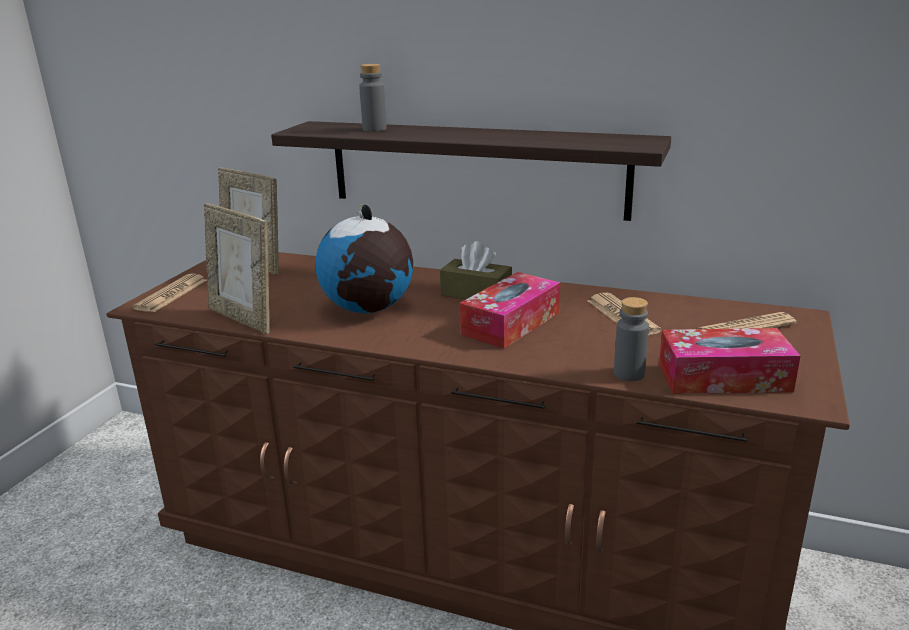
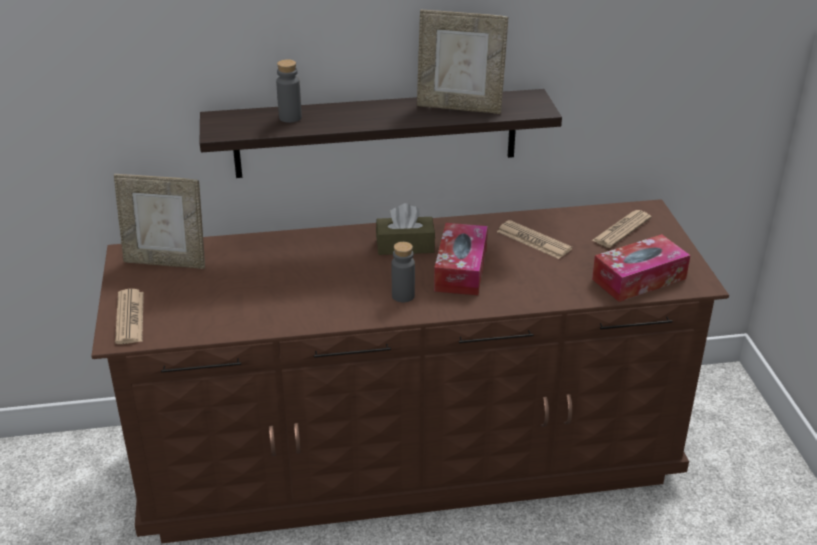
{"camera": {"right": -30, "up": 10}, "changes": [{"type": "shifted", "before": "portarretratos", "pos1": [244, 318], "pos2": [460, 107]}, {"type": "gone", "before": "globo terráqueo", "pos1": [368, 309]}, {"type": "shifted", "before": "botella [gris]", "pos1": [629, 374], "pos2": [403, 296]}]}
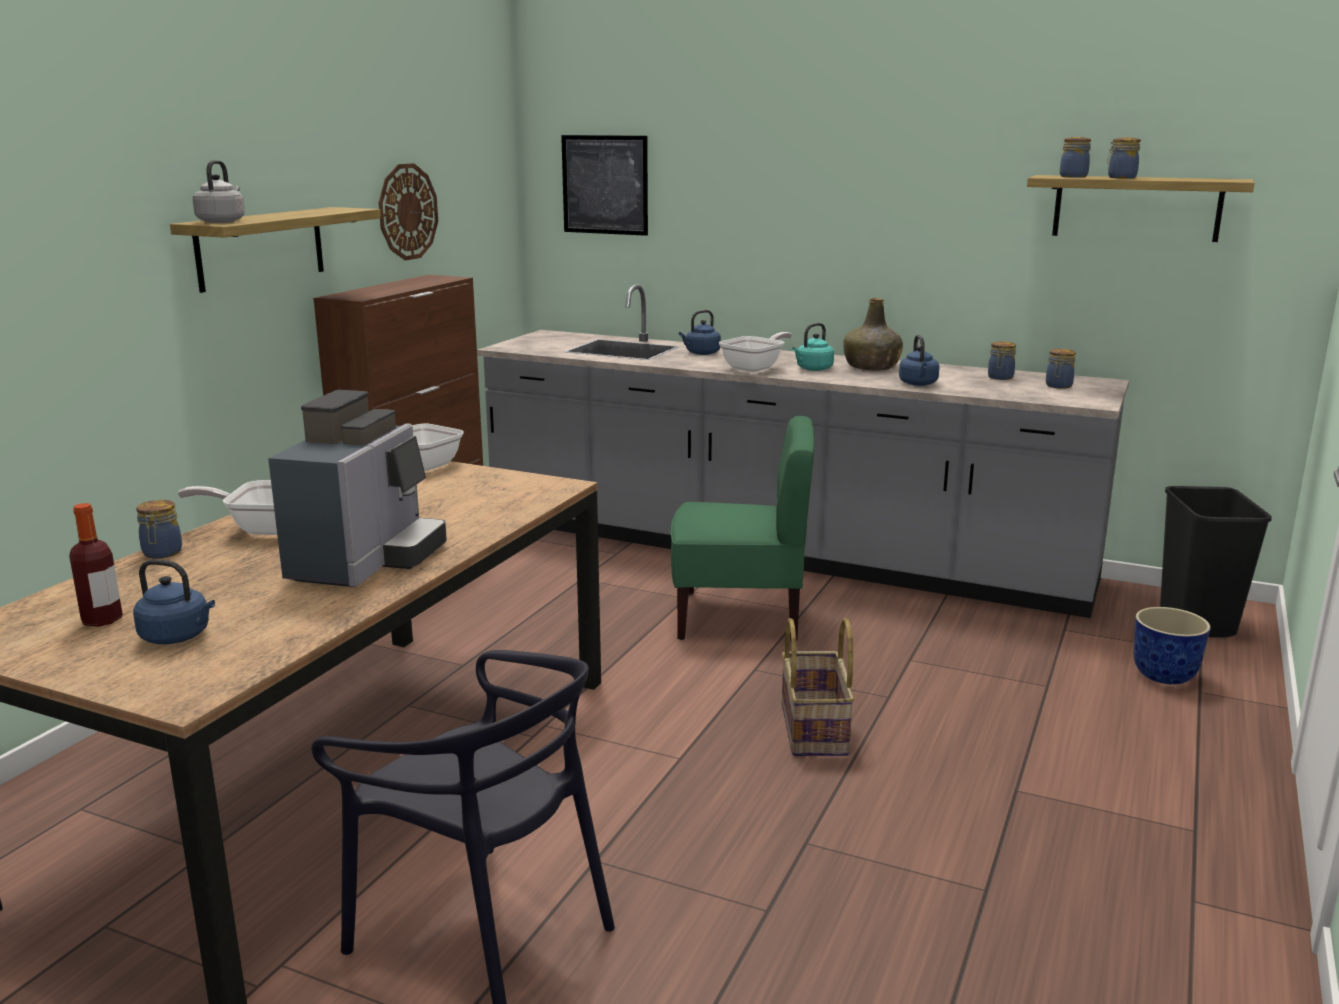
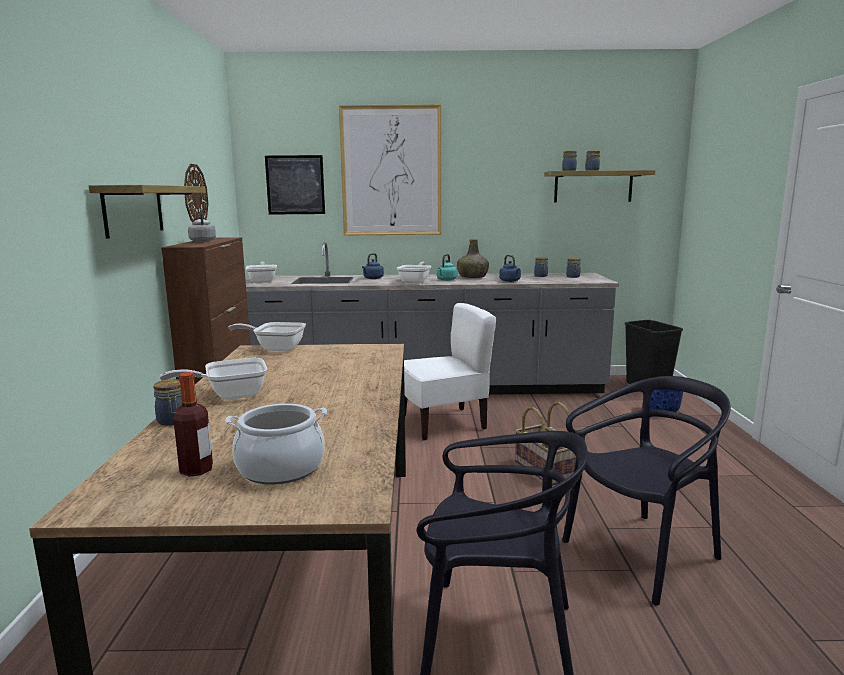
{"camera": {"right": -25, "up": -5}, "changes": [{"type": "shifted", "before": "hervidor [gris]", "pos1": [222, 221], "pos2": [202, 241]}, {"type": "gone", "before": "cafetera", "pos1": [367, 560]}, {"type": "repainted", "before": "silla [verde]", "after": "silla [blanco]", "pos1": [740, 618], "pos2": [443, 423]}, {"type": "swapped", "before": "hervidor [azul]", "after": "olla", "pos1": [178, 637], "pos2": [280, 468]}, {"type": "new", "after": "cuadro", "pos2": [391, 171]}, {"type": "new", "after": "sartén", "pos2": [263, 281]}, {"type": "new", "after": "silla [negro]", "pos2": [642, 554]}]}
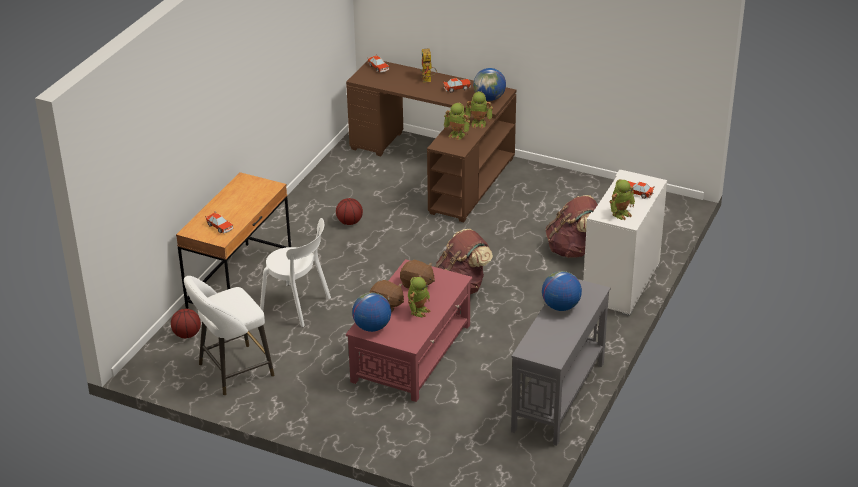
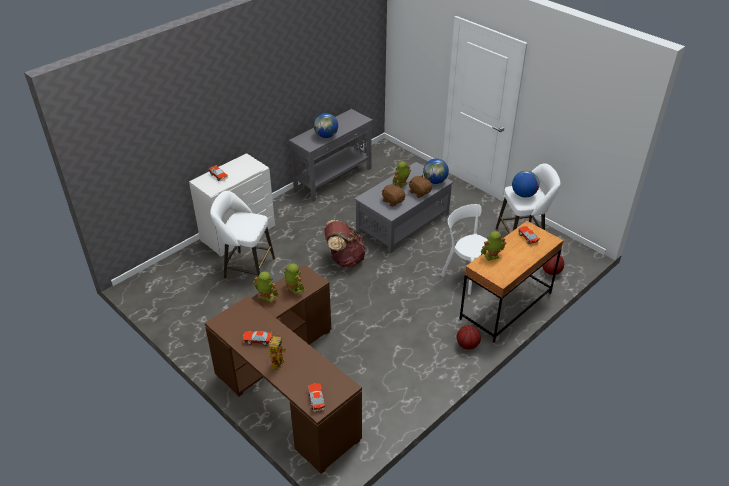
{"camera": {"right": -160, "up": 5}, "changes": [{"type": "shifted", "before": "globo terráqueo", "pos1": [489, 98], "pos2": [523, 194]}, {"type": "shifted", "before": "robot de juguete", "pos1": [621, 213], "pos2": [492, 257]}, {"type": "swapped", "before": "mochila [marrón]", "after": "taburete [blanco]", "pos1": [572, 249], "pos2": [246, 268]}, {"type": "shifted", "before": "balón de baloncesto", "pos1": [349, 222], "pos2": [467, 345]}, {"type": "repainted", "before": "mesa de centro [rojo]", "after": "mesa de centro [gris]", "pos1": [412, 352], "pos2": [402, 222]}]}
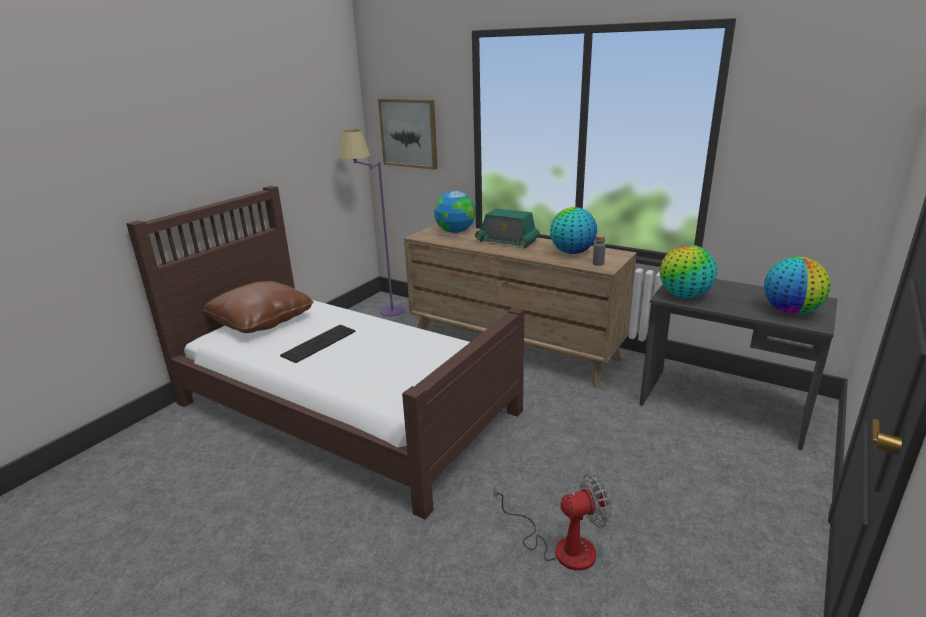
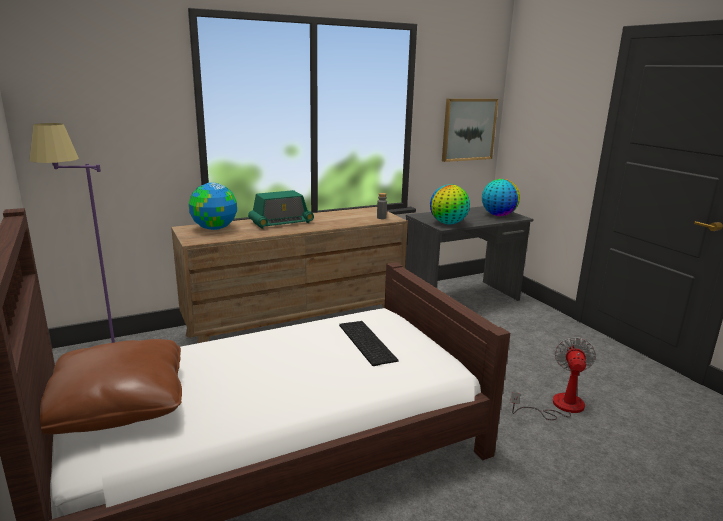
{"camera": {"right": -60, "up": -5}, "changes": [{"type": "shifted", "before": "cuadro", "pos1": [409, 133], "pos2": [468, 129]}, {"type": "gone", "before": "globo terráqueo", "pos1": [572, 252]}, {"type": "shifted", "before": "teclado", "pos1": [319, 342], "pos2": [365, 342]}]}
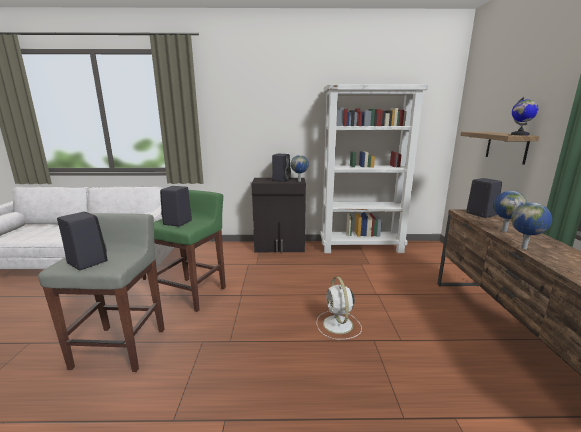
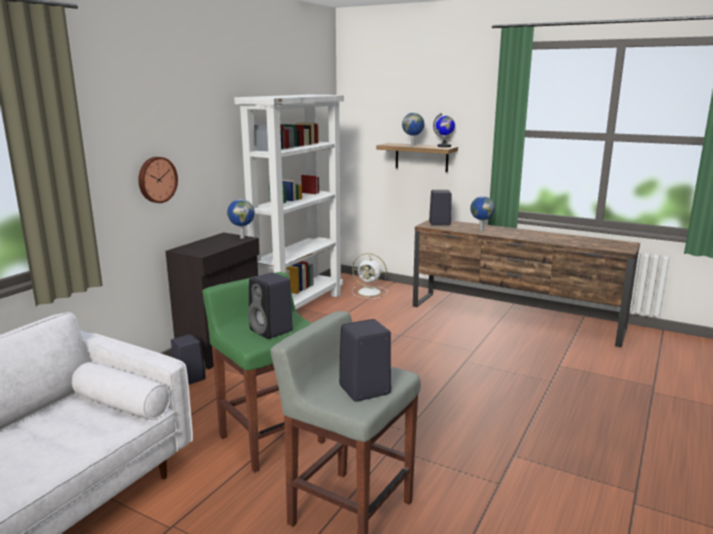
{"camera": {"right": -60, "up": 0}, "changes": [{"type": "shifted", "before": "altavoz [negro]", "pos1": [281, 180], "pos2": [189, 378]}, {"type": "shifted", "before": "globo terráqueo", "pos1": [524, 248], "pos2": [413, 146]}, {"type": "shifted", "before": "ventilador [blanco]", "pos1": [338, 325], "pos2": [370, 292]}, {"type": "new", "after": "reloj de pared", "pos2": [156, 179]}]}
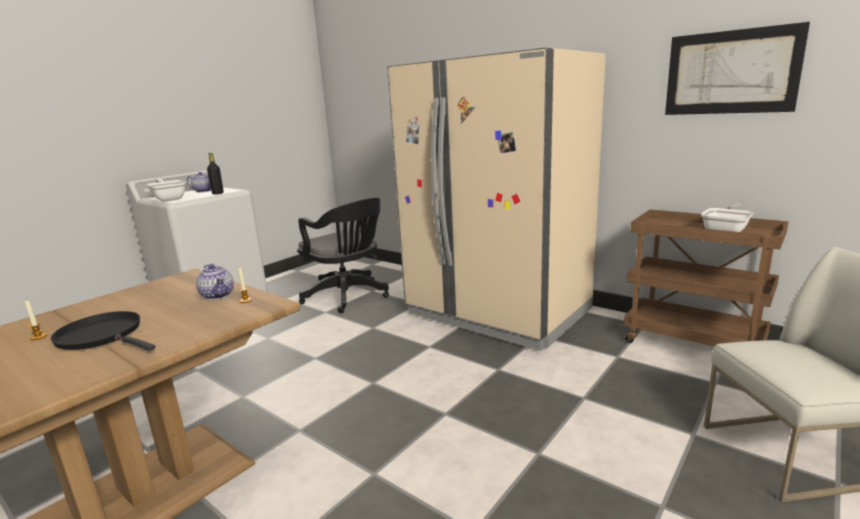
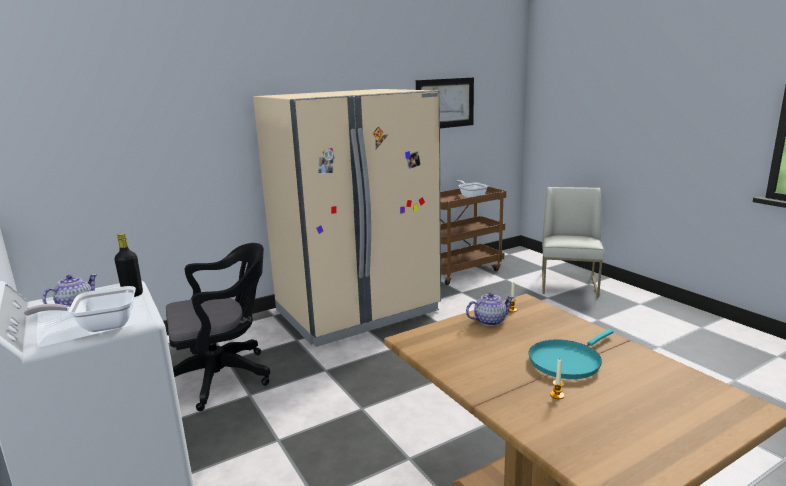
{"camera": {"right": -70, "up": 0}, "changes": [{"type": "repainted", "before": "sartén [negro]", "after": "sartén [turquesa]", "pos1": [103, 336], "pos2": [567, 361]}]}
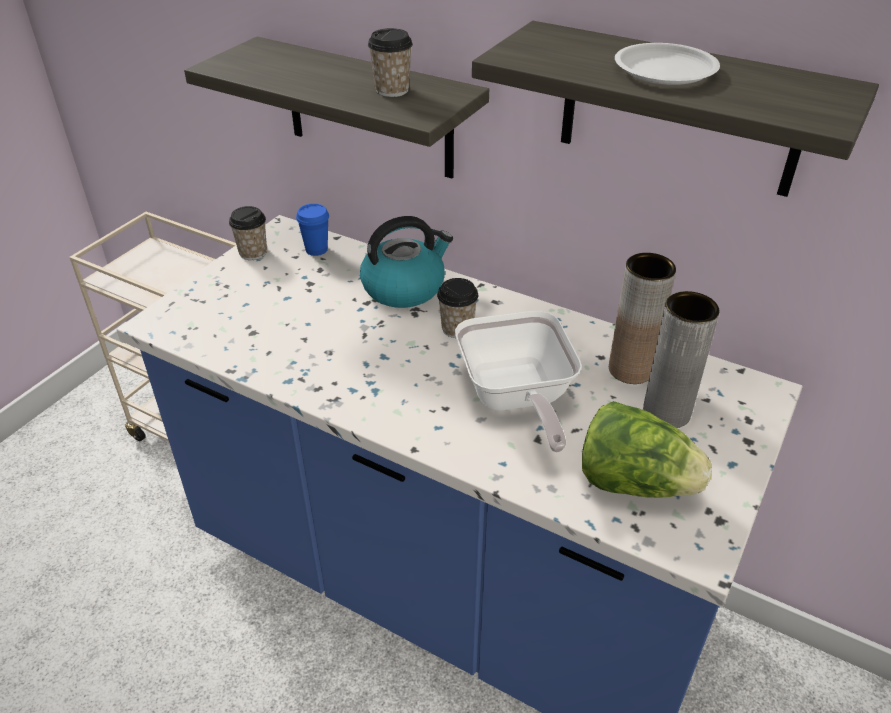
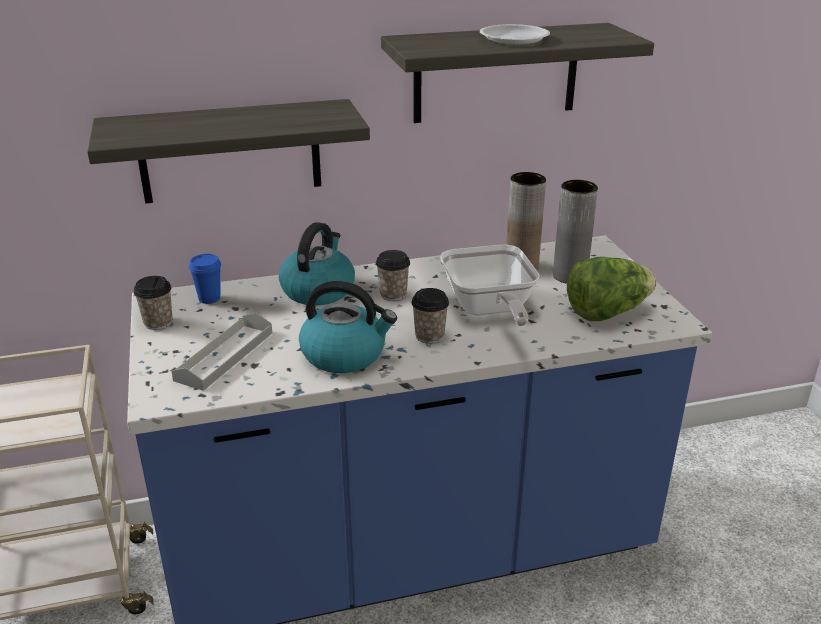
{"camera": {"right": -45, "up": -10}, "changes": [{"type": "shifted", "before": "taza", "pos1": [392, 90], "pos2": [429, 336]}, {"type": "rotated", "before": "sartén", "pos1": [516, 399], "pos2": [489, 310], "turn": 45}, {"type": "new", "after": "hervidor", "pos2": [345, 354]}, {"type": "new", "after": "bandeja [gris]", "pos2": [225, 356]}]}
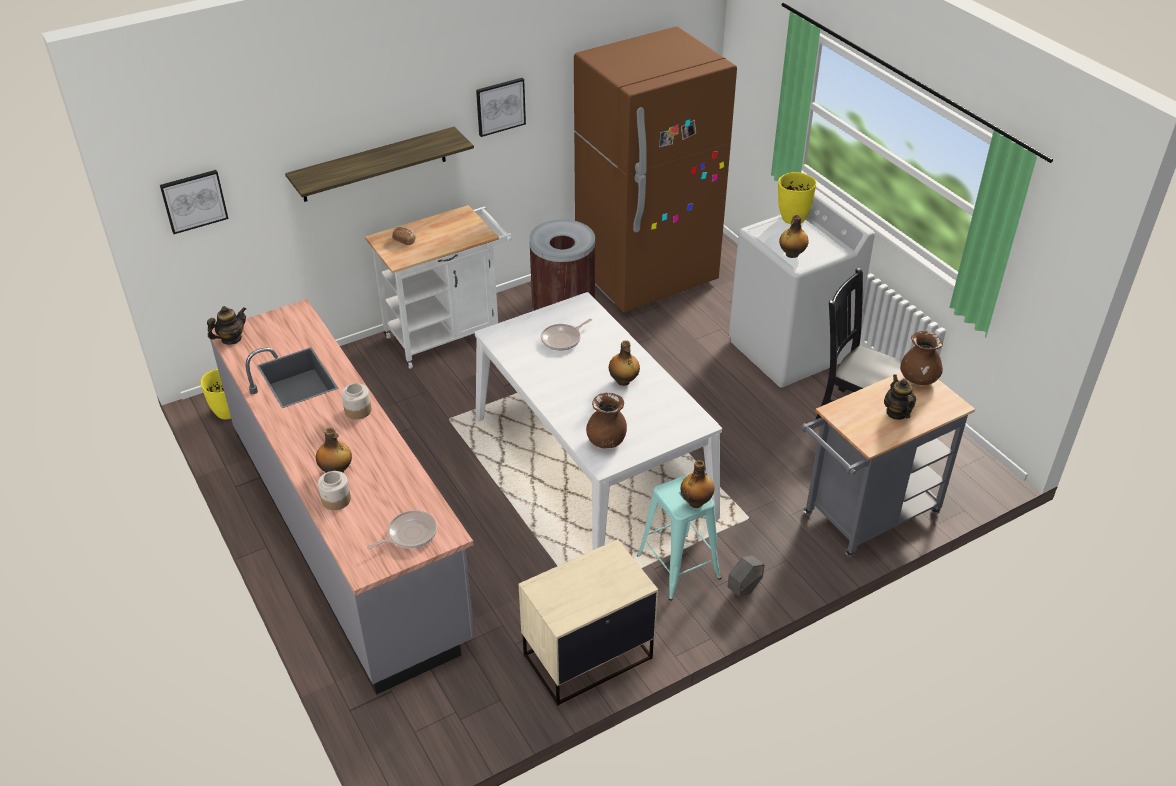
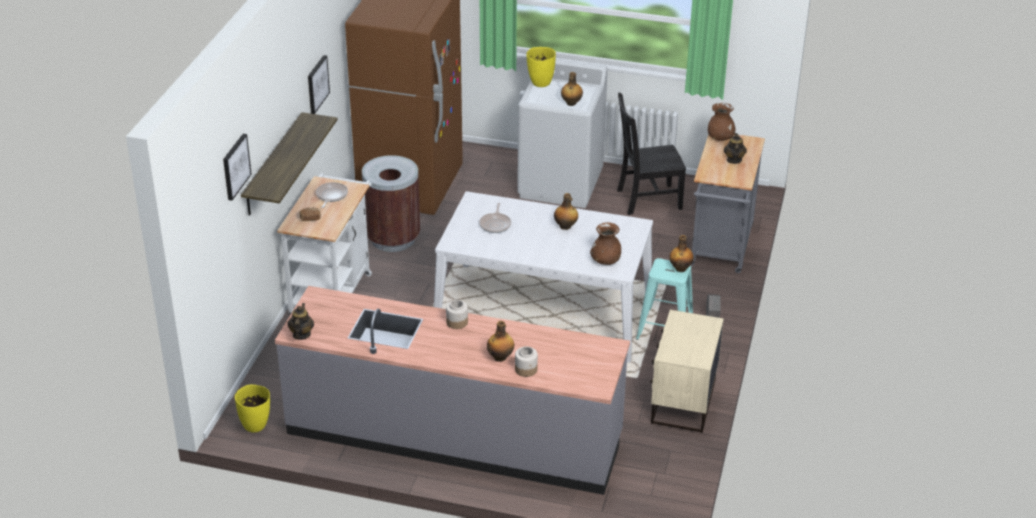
{"camera": {"right": -45, "up": -5}, "changes": [{"type": "shifted", "before": "cuadro", "pos1": [194, 201], "pos2": [235, 166]}, {"type": "rotated", "before": "tetera", "pos1": [897, 413], "pos2": [734, 160], "turn": 60}, {"type": "shifted", "before": "sartén", "pos1": [409, 534], "pos2": [331, 196]}]}
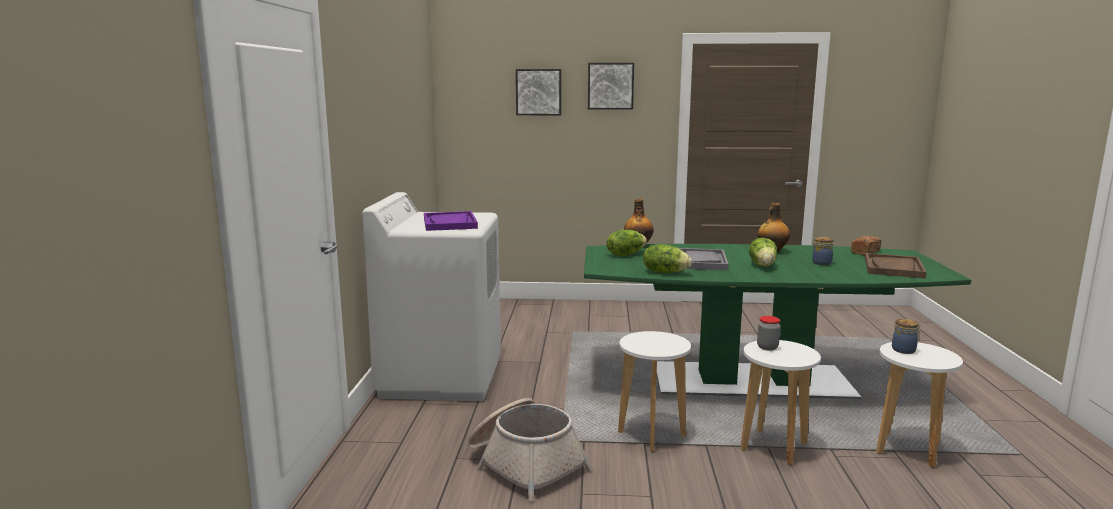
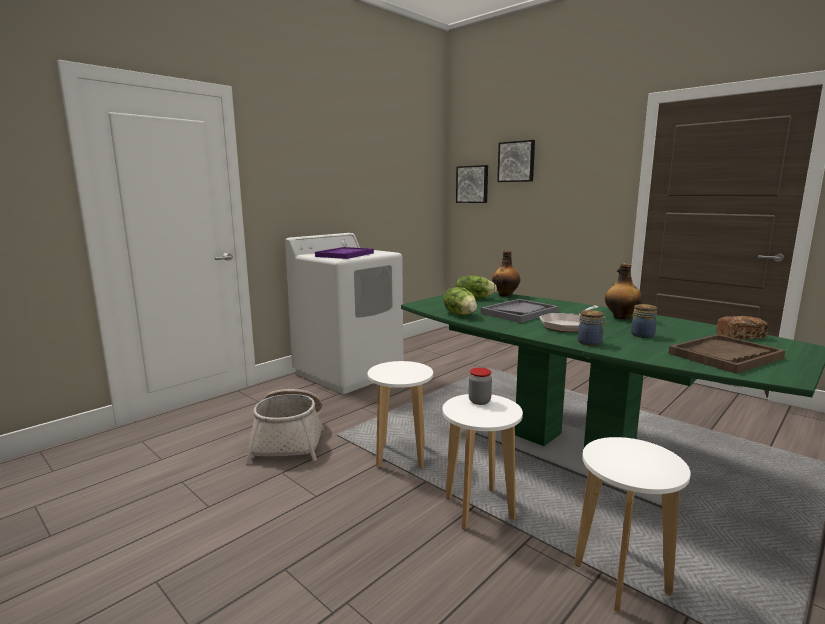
{"camera": {"right": 40, "up": 0}, "changes": [{"type": "shifted", "before": "cuadro", "pos1": [610, 86], "pos2": [472, 184]}, {"type": "swapped", "before": "lechuga", "after": "sartén", "pos1": [763, 265], "pos2": [568, 325]}, {"type": "shifted", "before": "tarro", "pos1": [904, 350], "pos2": [590, 343]}]}
